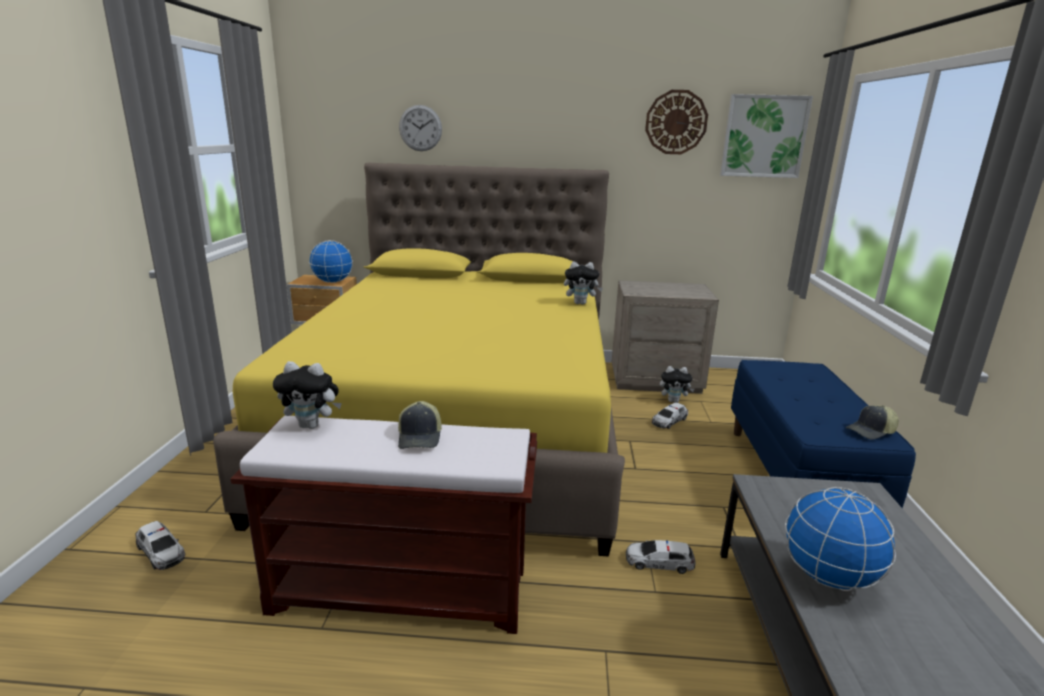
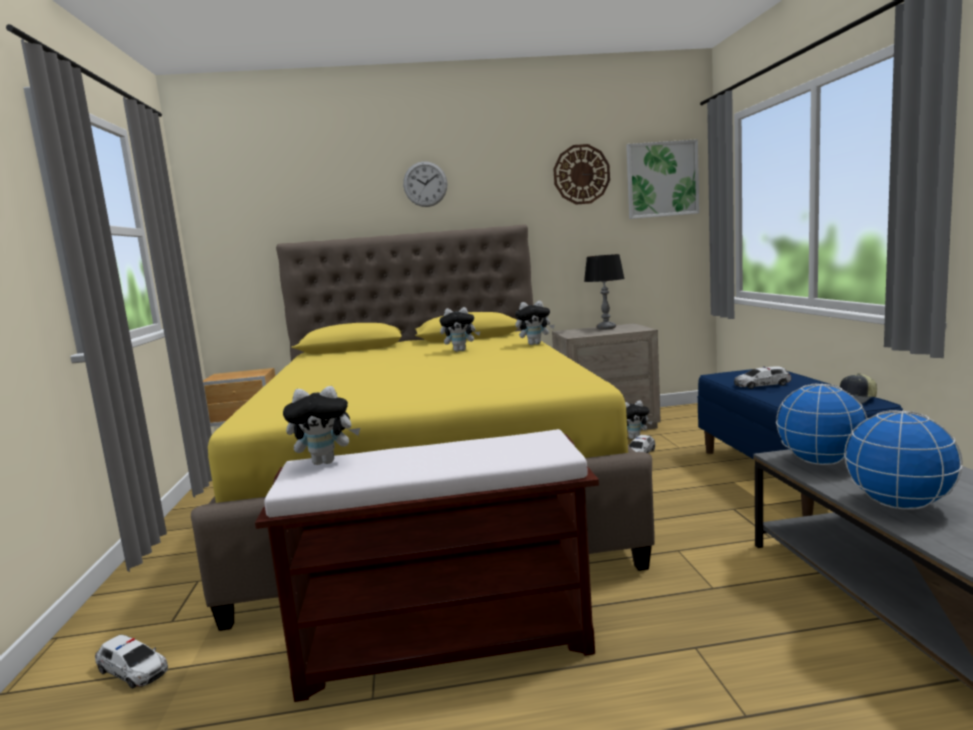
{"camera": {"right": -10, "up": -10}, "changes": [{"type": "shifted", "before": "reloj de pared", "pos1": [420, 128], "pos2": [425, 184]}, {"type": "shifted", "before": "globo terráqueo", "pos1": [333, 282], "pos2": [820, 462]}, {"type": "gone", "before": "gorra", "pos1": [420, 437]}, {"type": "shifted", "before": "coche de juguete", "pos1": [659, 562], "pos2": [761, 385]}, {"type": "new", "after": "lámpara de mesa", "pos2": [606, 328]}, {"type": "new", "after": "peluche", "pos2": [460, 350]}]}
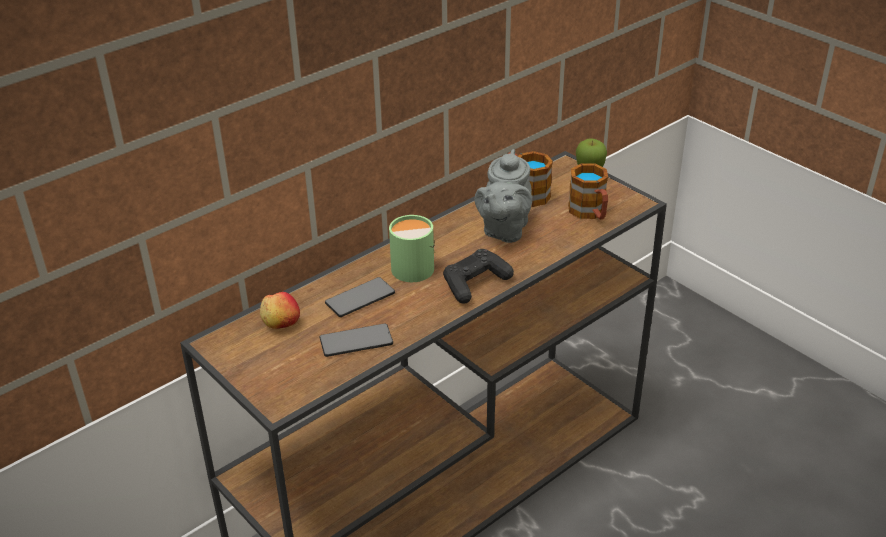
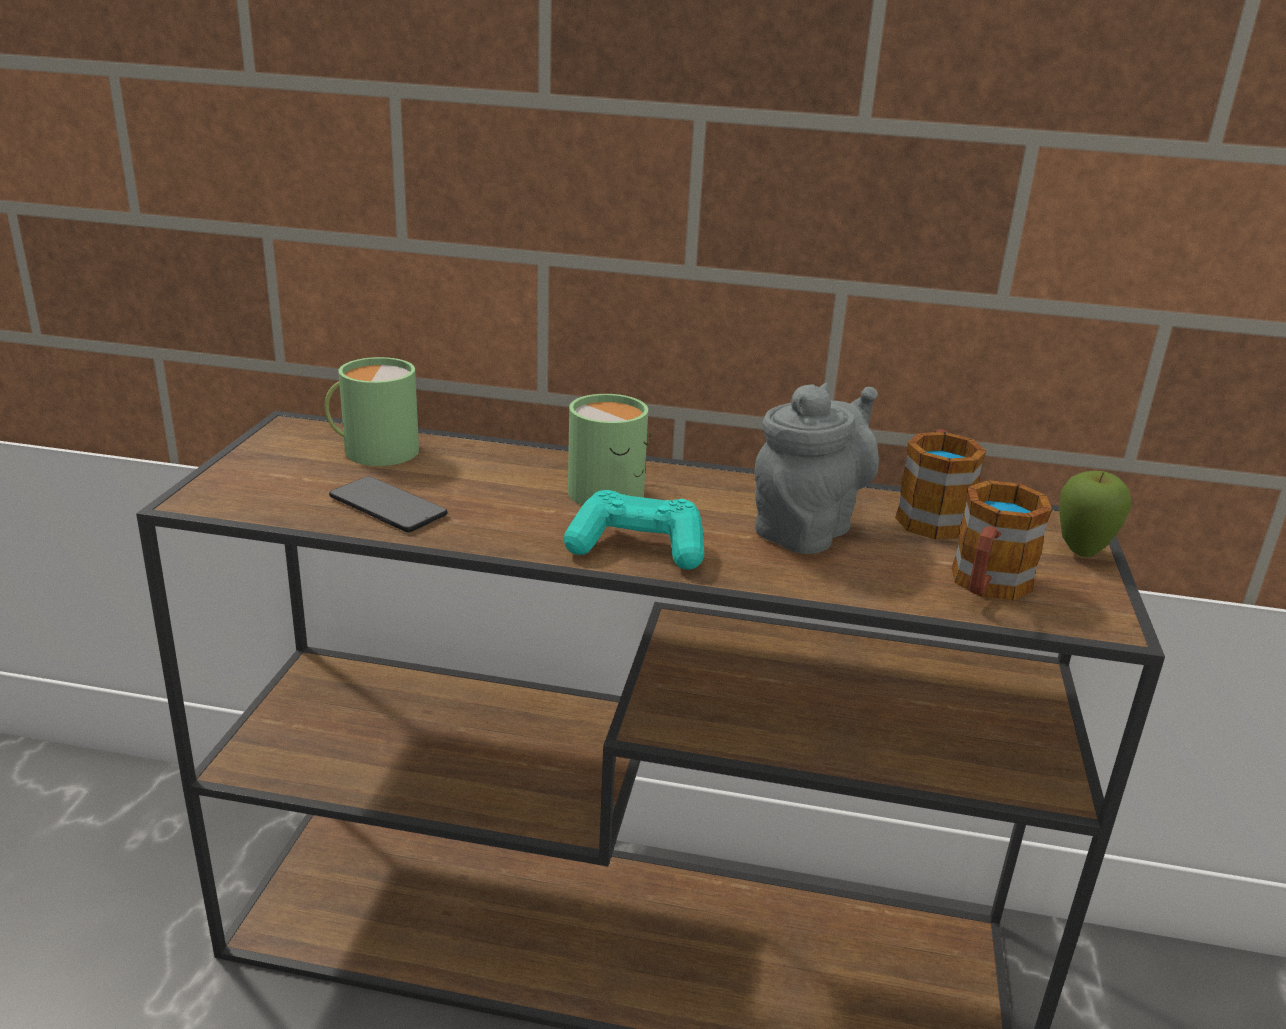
{"camera": {"right": 50, "up": -10}, "changes": [{"type": "rotated", "before": "tetera [gris]", "pos1": [504, 230], "pos2": [808, 528], "turn": 150}, {"type": "repainted", "before": "mando de consola [negro]", "after": "mando de consola [turquesa]", "pos1": [475, 283], "pos2": [637, 548]}, {"type": "gone", "before": "móvil", "pos1": [360, 298]}, {"type": "swapped", "before": "manzana", "after": "taza grande [verde]", "pos1": [281, 323], "pos2": [373, 450]}]}
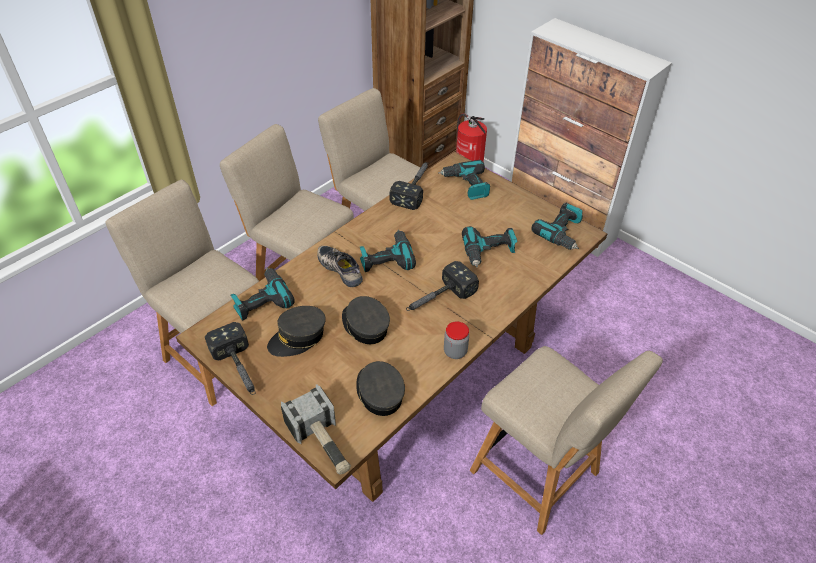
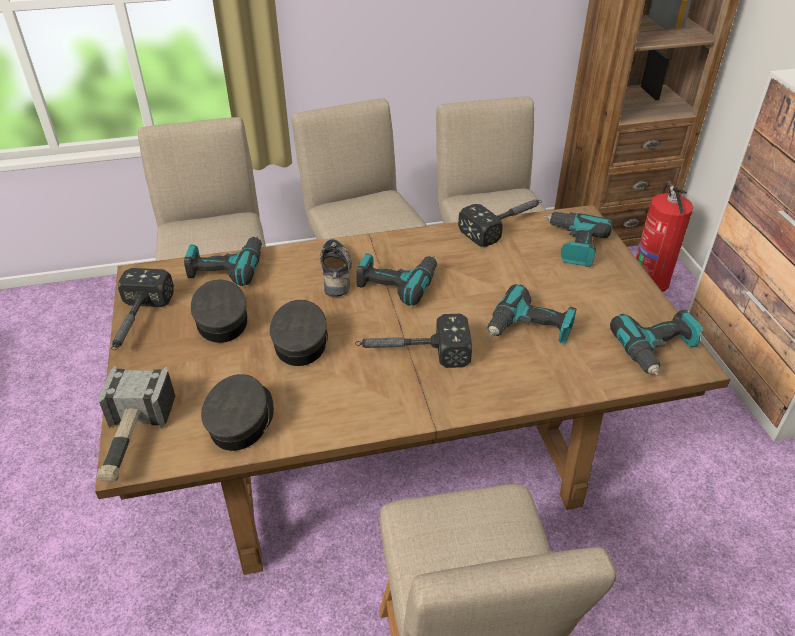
{"camera": {"right": 35, "up": -5}, "changes": [{"type": "rotated", "before": "gorra [gris]", "pos1": [298, 338], "pos2": [221, 320], "turn": 75}, {"type": "gone", "before": "tarro", "pos1": [455, 351]}]}
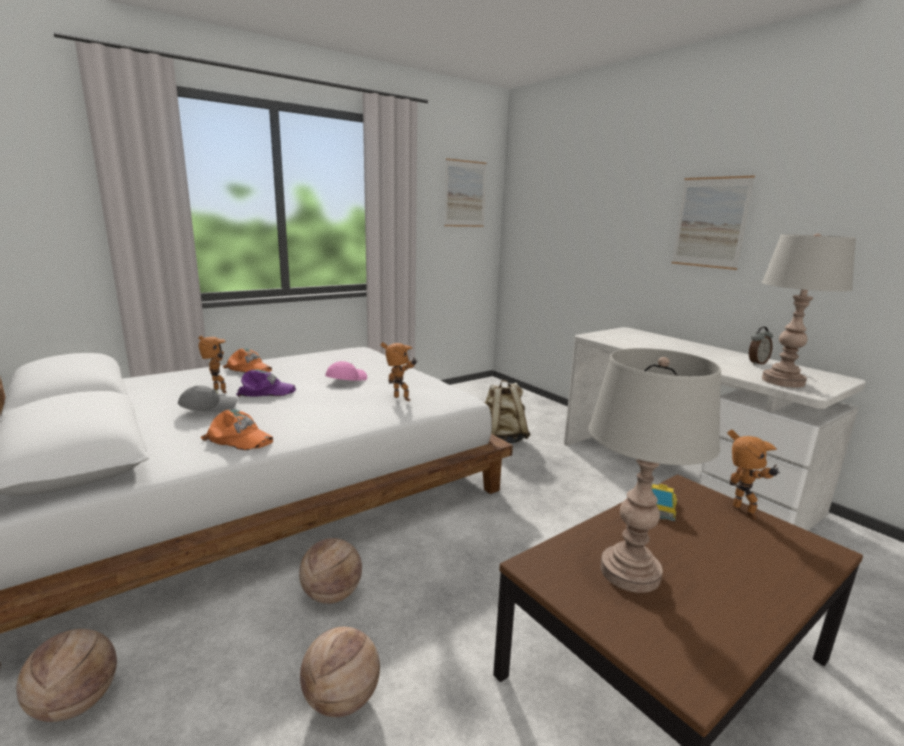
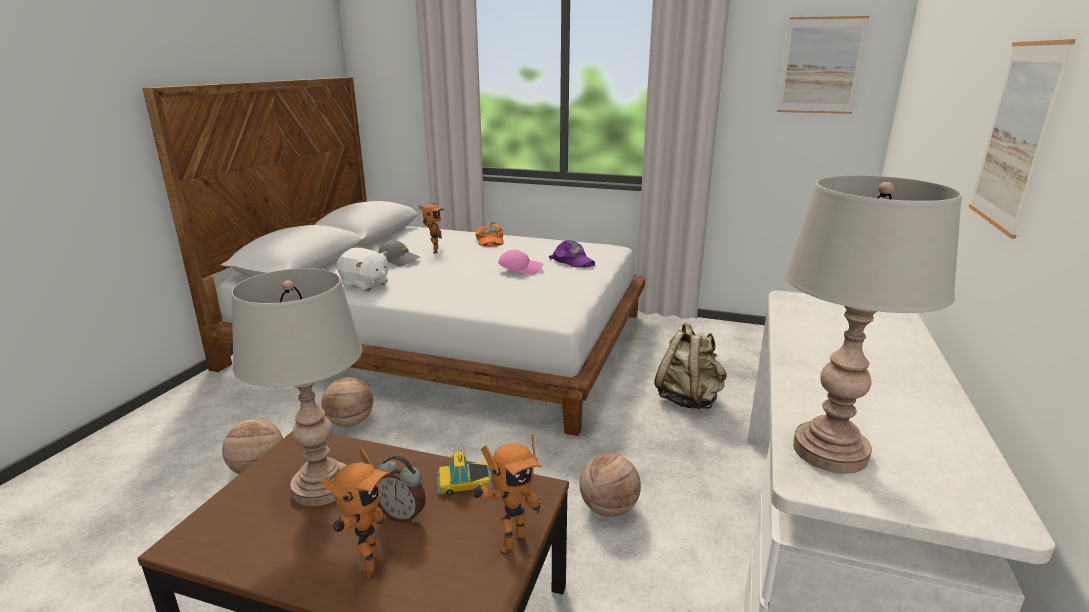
{"camera": {"right": 55, "up": 5}, "changes": [{"type": "shifted", "before": "despertador", "pos1": [756, 363], "pos2": [403, 515]}, {"type": "shifted", "before": "robot de juguete", "pos1": [400, 399], "pos2": [365, 566]}, {"type": "shifted", "before": "gorra [morado]", "pos1": [266, 391], "pos2": [573, 261]}, {"type": "swapped", "before": "gorra [naranja]", "after": "peluche [blanco]", "pos1": [239, 438], "pos2": [365, 284]}, {"type": "shifted", "before": "balón de baloncesto", "pos1": [76, 704], "pos2": [608, 509]}]}
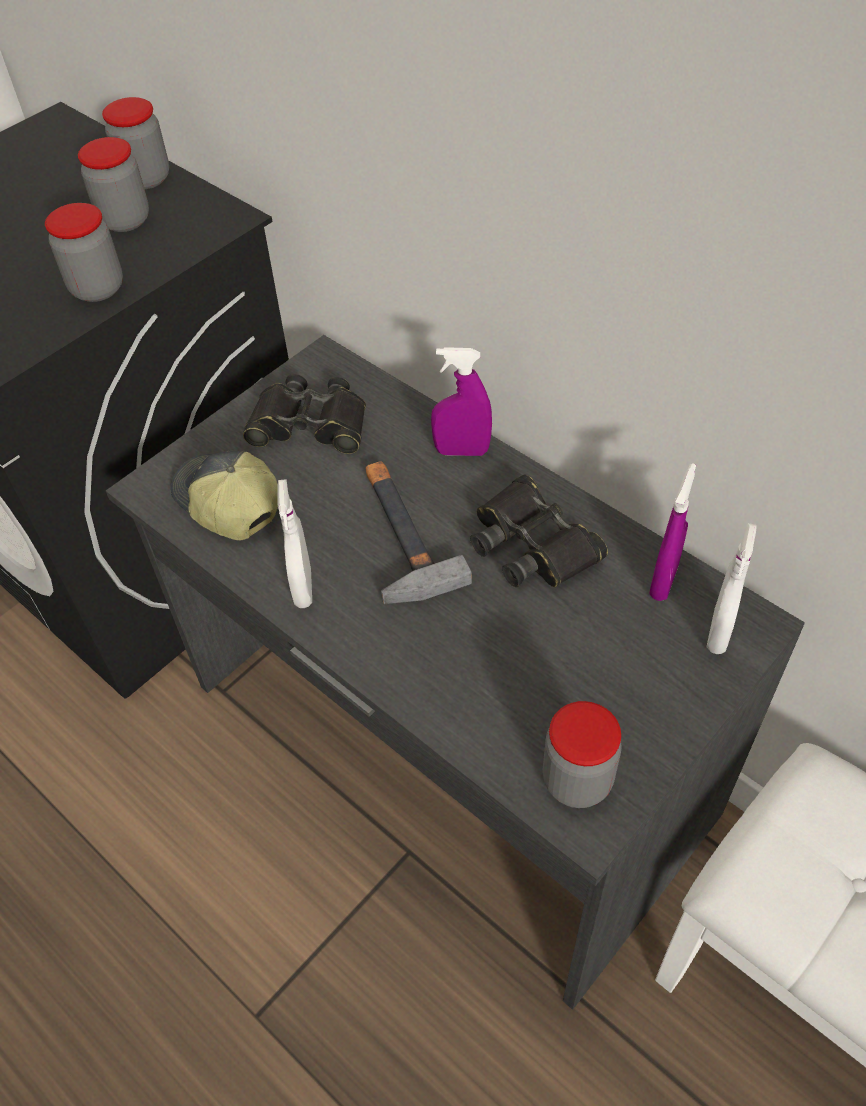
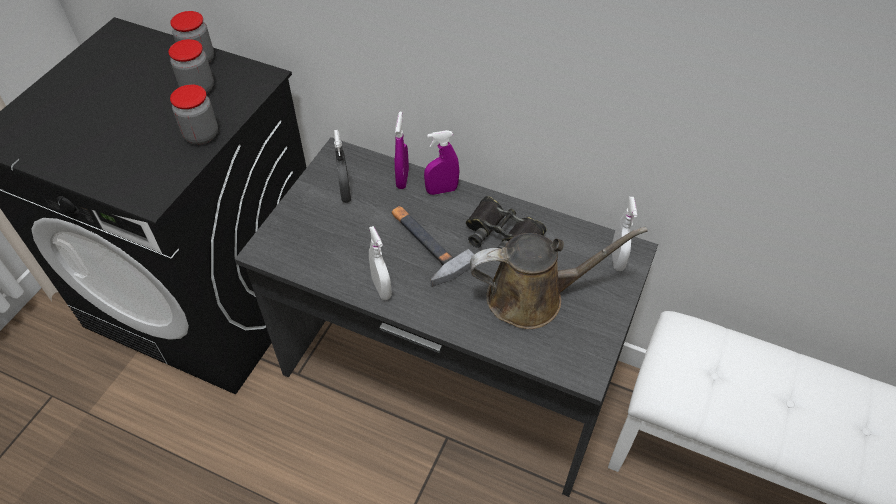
{"camera": {"right": -20, "up": 0}, "changes": [{"type": "swapped", "before": "prismáticos [negro]", "after": "pulverizador [gris]", "pos1": [310, 424], "pos2": [345, 193]}, {"type": "gone", "before": "gorra", "pos1": [226, 503]}, {"type": "shifted", "before": "pulverizador [morado]", "pos1": [663, 581], "pos2": [402, 179]}, {"type": "gone", "before": "tarro", "pos1": [577, 780]}, {"type": "new", "after": "regadera [marrón]", "pos2": [533, 297]}]}
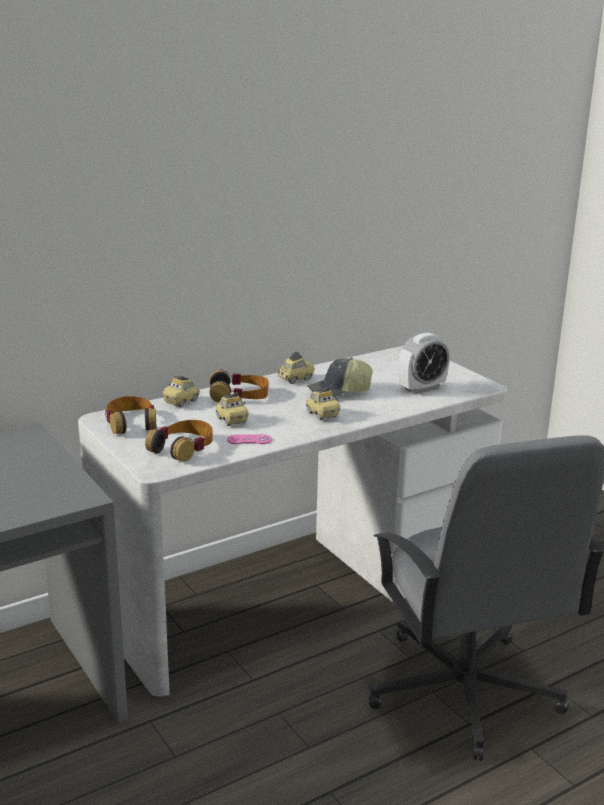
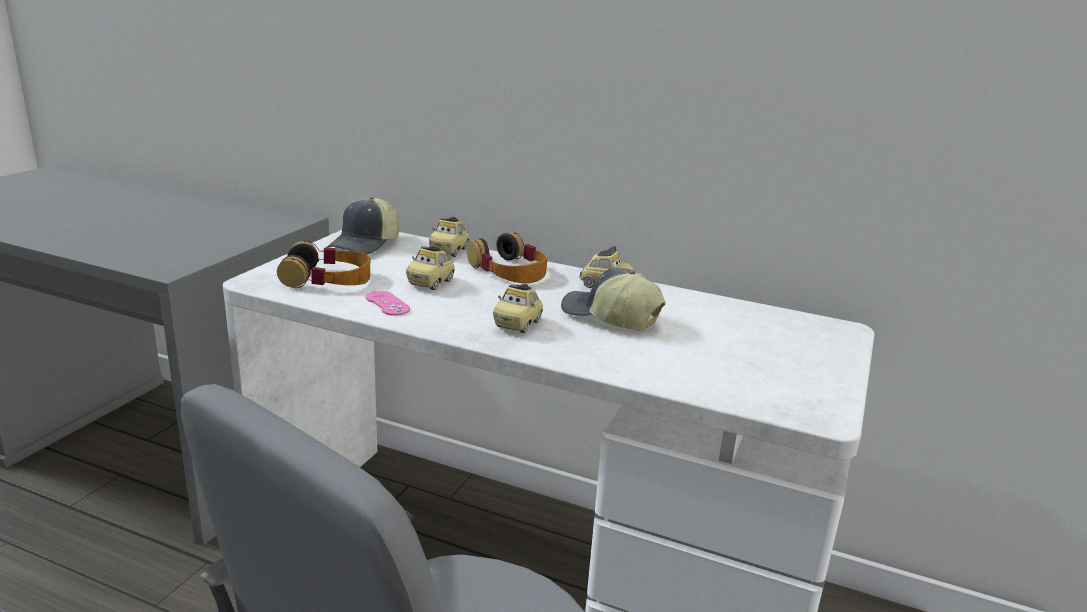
{"camera": {"right": 55, "up": 0}, "changes": [{"type": "gone", "before": "despertador", "pos1": [422, 388]}, {"type": "rotated", "before": "coche de juguete", "pos1": [181, 402], "pos2": [449, 251], "turn": -75}, {"type": "swapped", "before": "auriculares", "after": "gorra", "pos1": [131, 422], "pos2": [366, 245]}]}
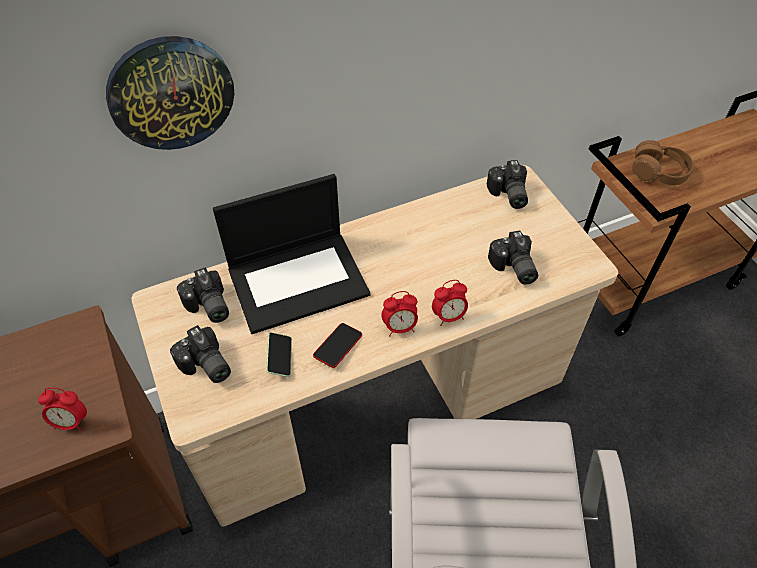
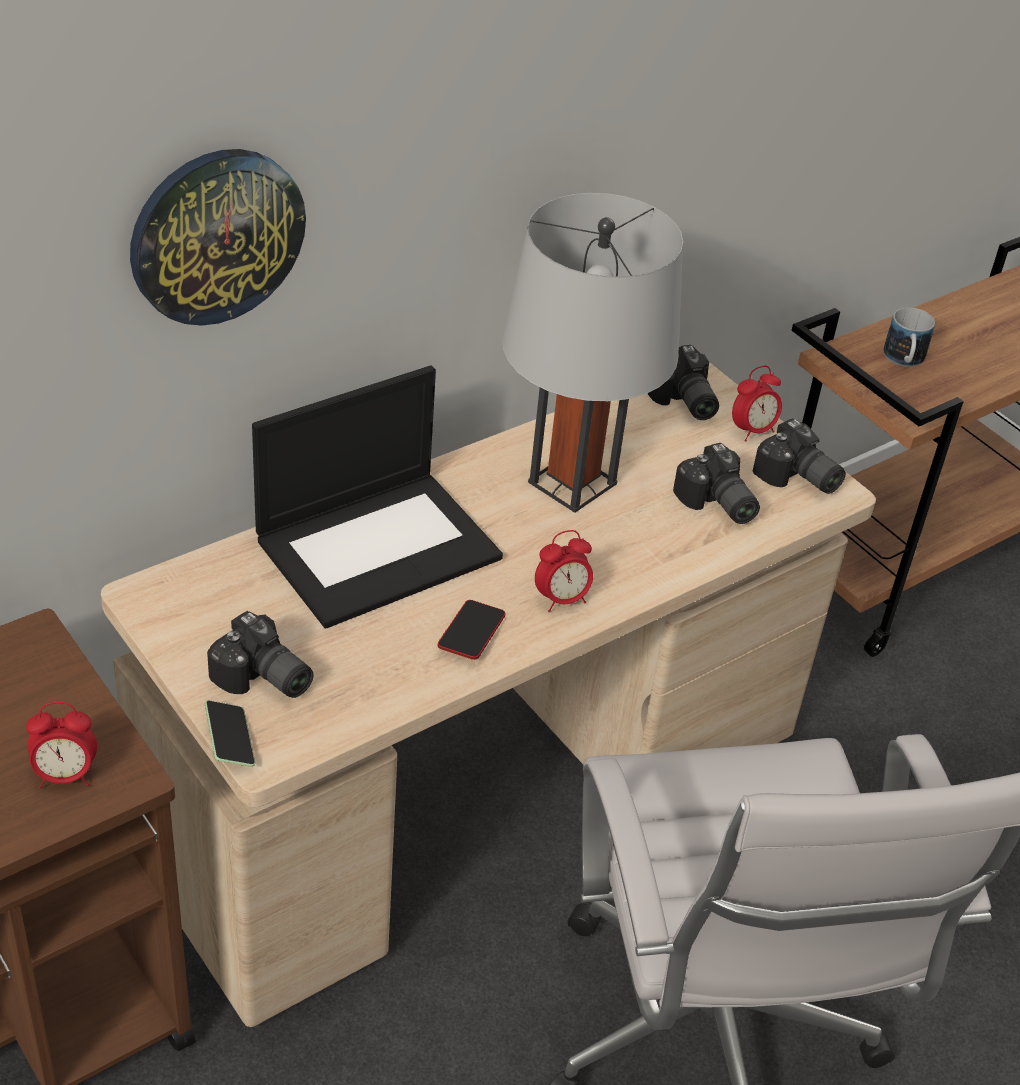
{"camera": {"right": -15, "up": -10}, "changes": [{"type": "swapped", "before": "auriculares [marrón]", "after": "taza grande", "pos1": [658, 172], "pos2": [904, 361]}, {"type": "shifted", "before": "cámara", "pos1": [207, 307], "pos2": [797, 479]}, {"type": "shifted", "before": "despertador", "pos1": [448, 316], "pos2": [752, 431]}, {"type": "shifted", "before": "móvil", "pos1": [280, 358], "pos2": [230, 742]}, {"type": "new", "after": "lámpara de mesa [gris]", "pos2": [572, 483]}]}
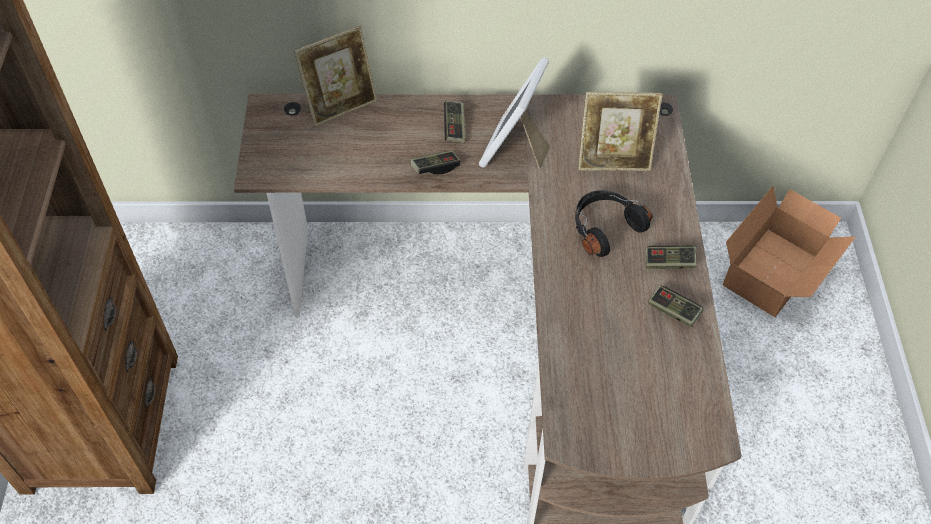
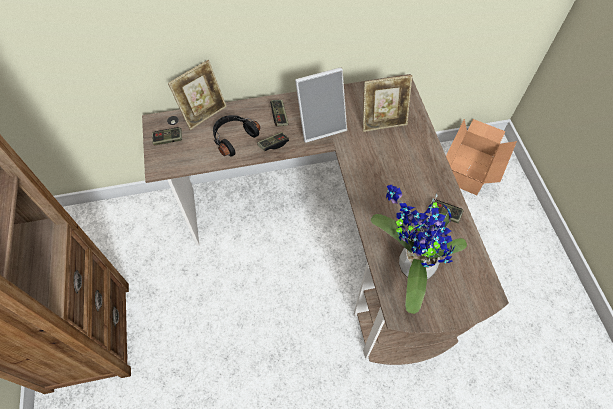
{"camera": {"right": -10, "up": 5}, "changes": [{"type": "rotated", "before": "portarretratos", "pos1": [515, 150], "pos2": [320, 125], "turn": -120}, {"type": "shifted", "before": "auriculares [negro]", "pos1": [604, 227], "pos2": [233, 138]}, {"type": "shifted", "before": "mando de consola", "pos1": [669, 263], "pos2": [168, 139]}, {"type": "new", "after": "planta en maceta", "pos2": [410, 265]}]}
